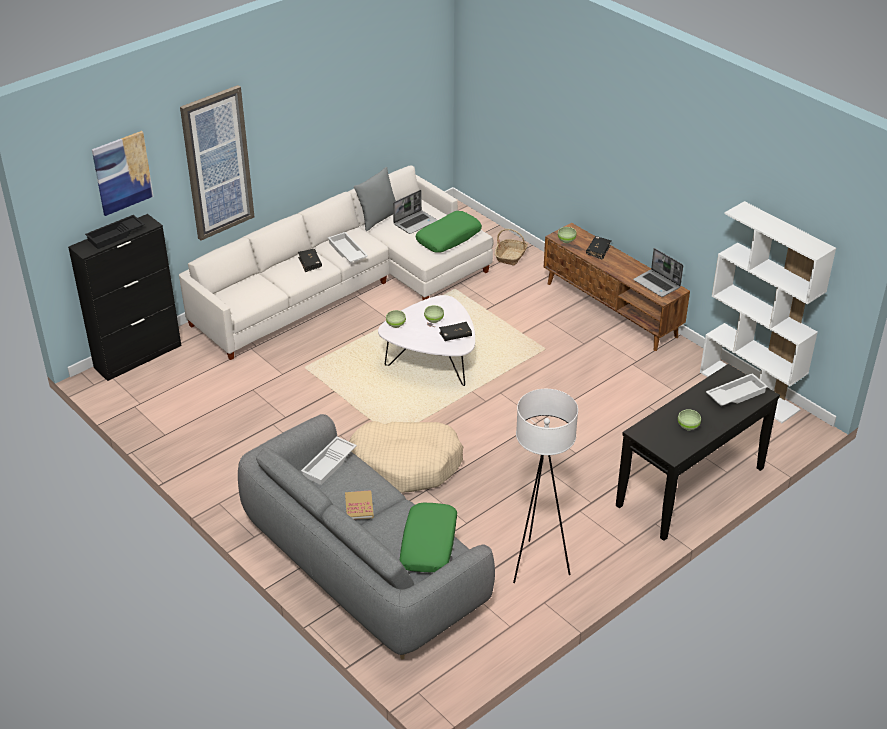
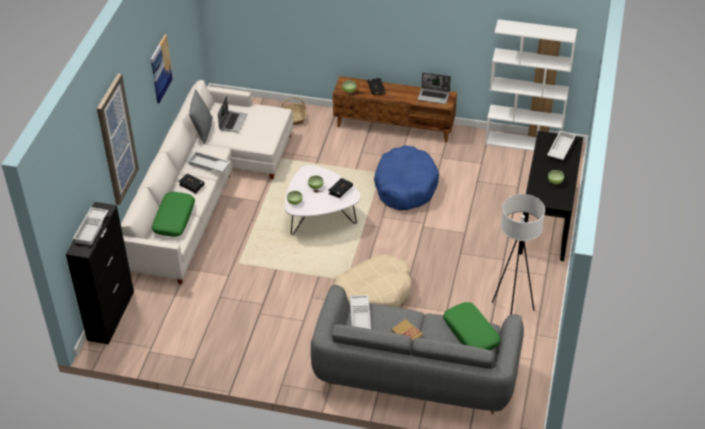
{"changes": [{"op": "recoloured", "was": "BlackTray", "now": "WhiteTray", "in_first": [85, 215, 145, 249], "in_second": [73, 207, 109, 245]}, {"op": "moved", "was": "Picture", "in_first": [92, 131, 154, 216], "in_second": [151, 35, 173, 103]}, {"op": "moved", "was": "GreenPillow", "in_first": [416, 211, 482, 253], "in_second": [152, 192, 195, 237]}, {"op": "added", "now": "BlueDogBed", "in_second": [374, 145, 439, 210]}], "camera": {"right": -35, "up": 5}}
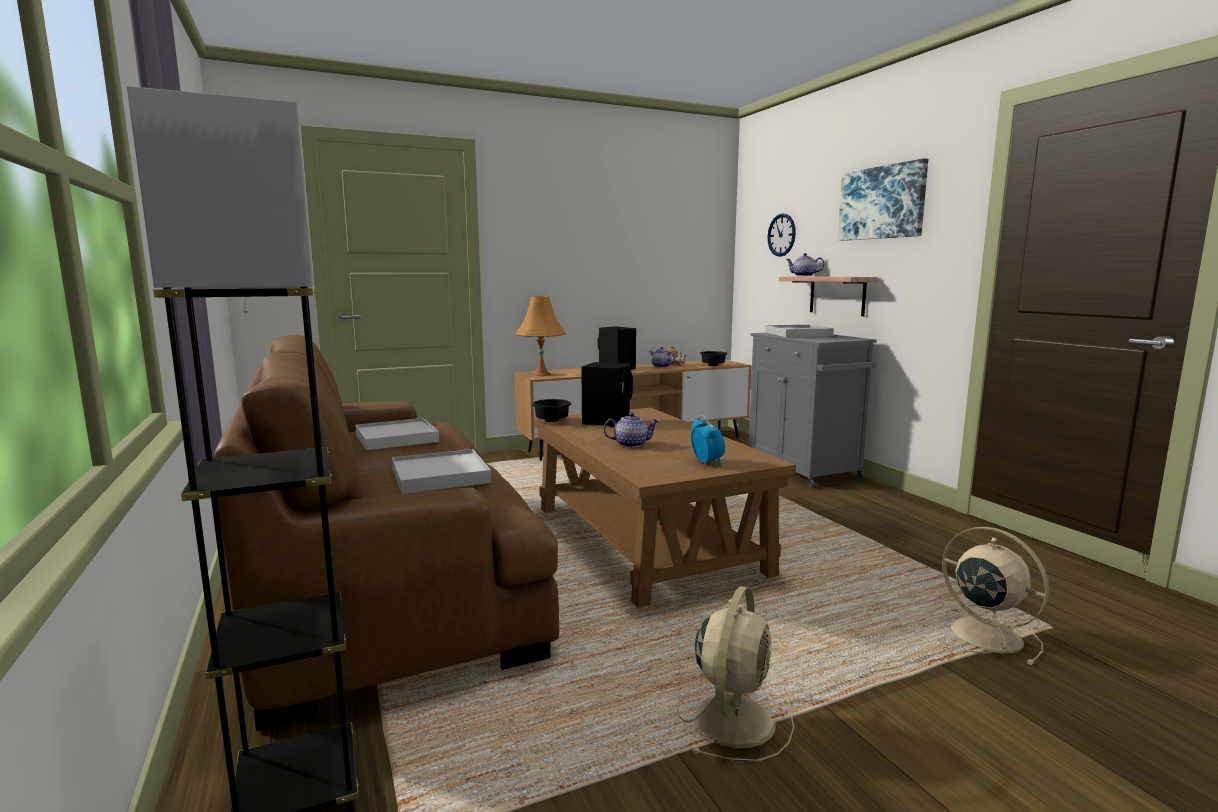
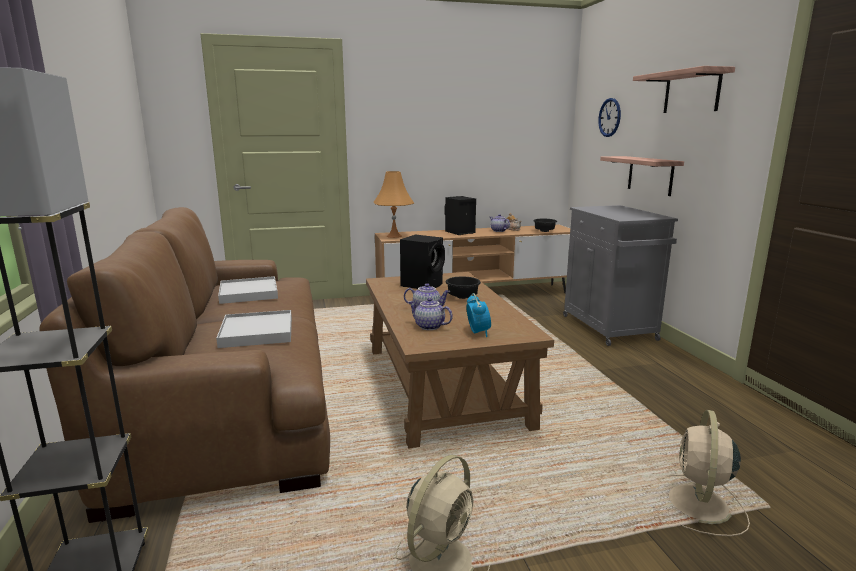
{"changes": [{"op": "moved", "was": "Teapot", "in_first": [786, 253, 824, 276], "in_second": [409, 298, 453, 330]}, {"op": "moved", "was": "BlackBowl", "in_first": [532, 399, 571, 422], "in_second": [446, 277, 481, 299]}, {"op": "replaced", "was": "Picture", "now": "Shelf", "in_first": [838, 158, 928, 241], "in_second": [633, 66, 735, 113]}, {"op": "turned", "was": "BeigeFan", "in_first": [942, 527, 1049, 665], "in_second": [658, 410, 750, 536], "clockwise": -135}, {"op": "removed", "was": "WhiteTray", "in_first": [765, 325, 834, 337]}], "camera": {"right": 10, "up": 5}}
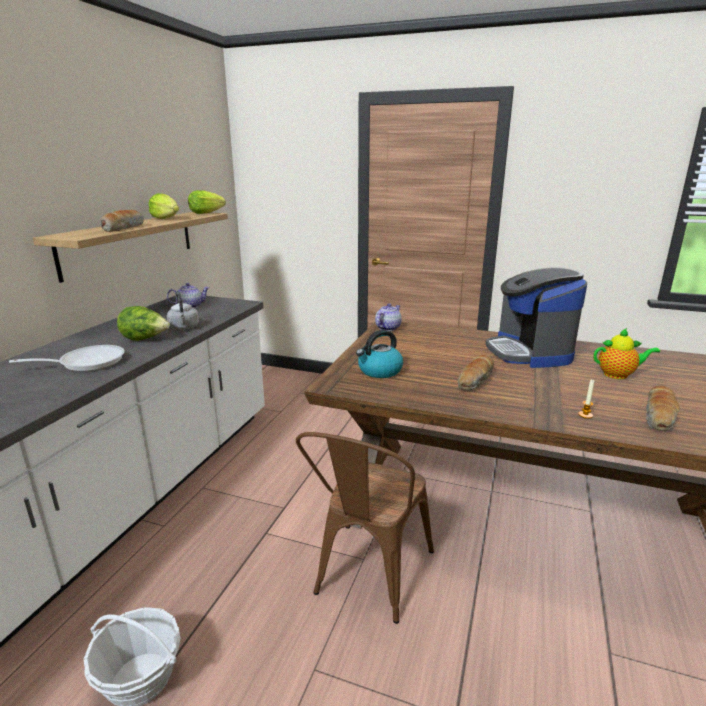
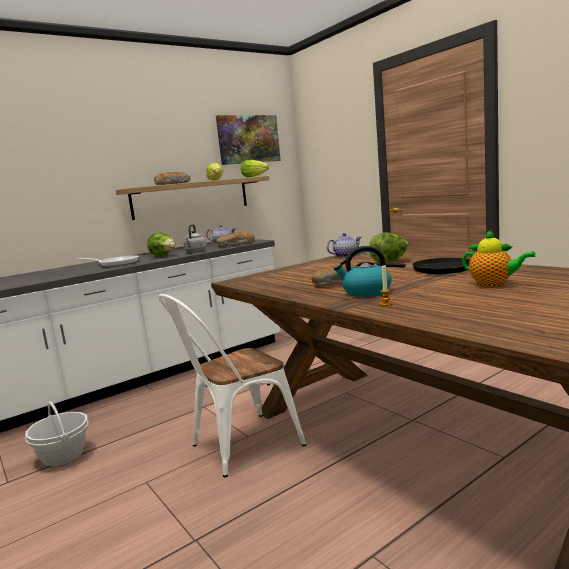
{"changes": [{"op": "recoloured", "was": "BrownChair", "now": "WhiteChair", "in_first": [296, 432, 434, 624], "in_second": [159, 294, 306, 477]}, {"op": "added", "now": "Picture", "in_second": [216, 115, 281, 165]}, {"op": "moved", "was": "Bread", "in_first": [646, 385, 680, 431], "in_second": [216, 232, 255, 247]}, {"op": "moved", "was": "Kettle", "in_first": [356, 330, 403, 378], "in_second": [334, 246, 391, 297]}, {"op": "added", "now": "Lettuce", "in_second": [369, 232, 408, 263]}, {"op": "replaced", "was": "CoffeeMachine", "now": "BlackFryingPan", "in_first": [485, 267, 587, 368], "in_second": [377, 258, 471, 274]}], "camera": {"right": 35, "up": -10}}
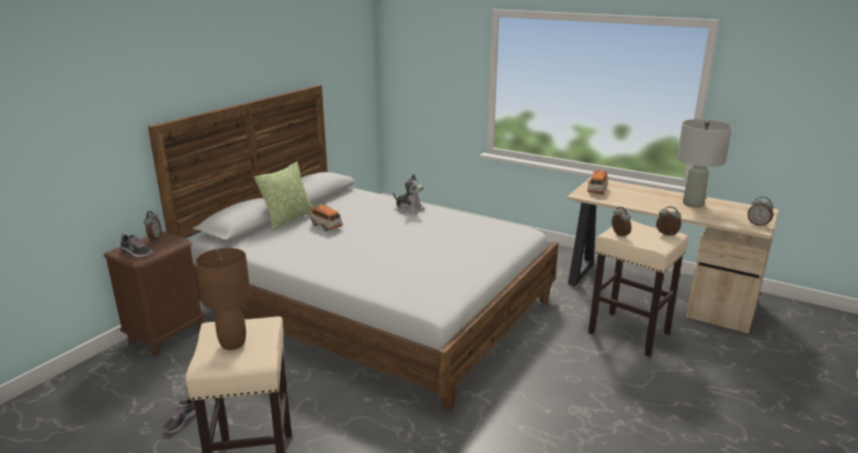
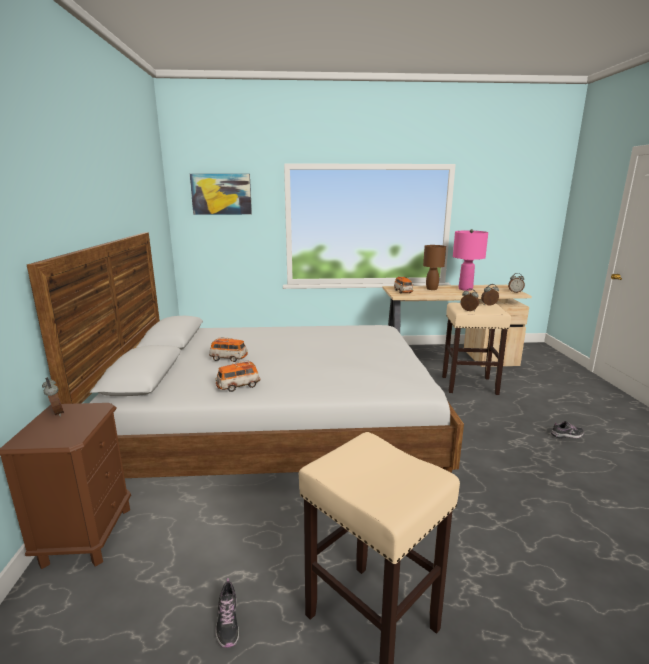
{"changes": [{"op": "added", "now": "Picture", "in_second": [190, 174, 252, 215]}, {"op": "added", "now": "ToyCar", "in_second": [215, 360, 261, 392]}, {"op": "moved", "was": "BrownTableLamp", "in_first": [195, 248, 251, 350], "in_second": [423, 245, 446, 290]}, {"op": "recoloured", "was": "GreyTableLamp", "now": "PinkTableLamp", "in_first": [677, 119, 732, 207], "in_second": [453, 229, 488, 291]}, {"op": "moved", "was": "Shoe", "in_first": [120, 233, 154, 258], "in_second": [551, 421, 584, 438]}, {"op": "removed", "was": "Pillow", "in_first": [254, 162, 313, 231]}, {"op": "removed", "was": "PlushToy", "in_first": [393, 174, 425, 214]}], "camera": {"right": -35, "up": -5}}
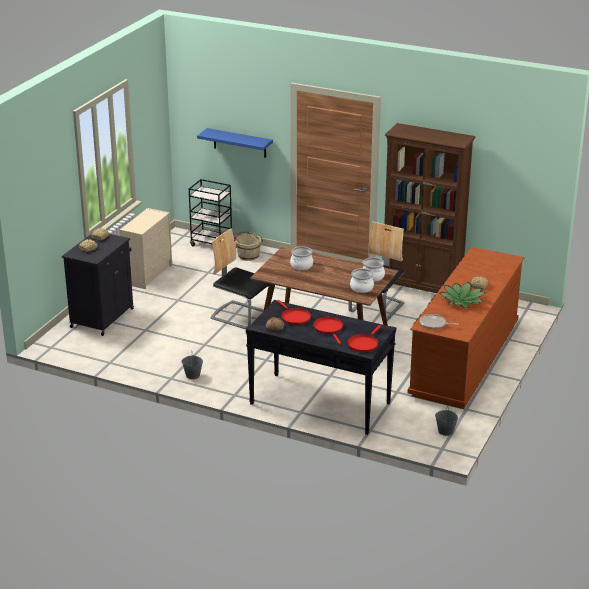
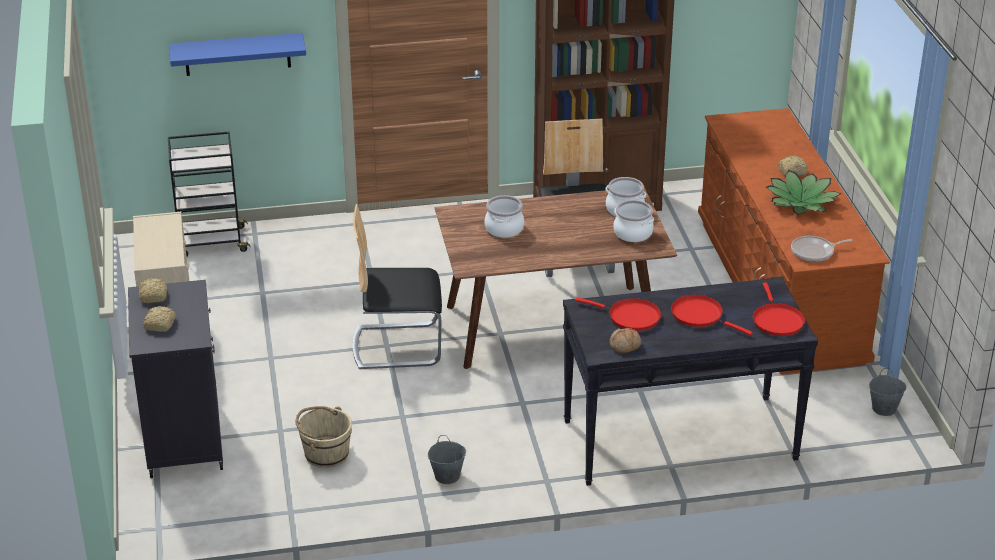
{"changes": [{"op": "moved", "was": "BeigeBucket", "in_first": [235, 231, 263, 261], "in_second": [296, 406, 352, 468]}], "camera": {"right": -35, "up": 5}}
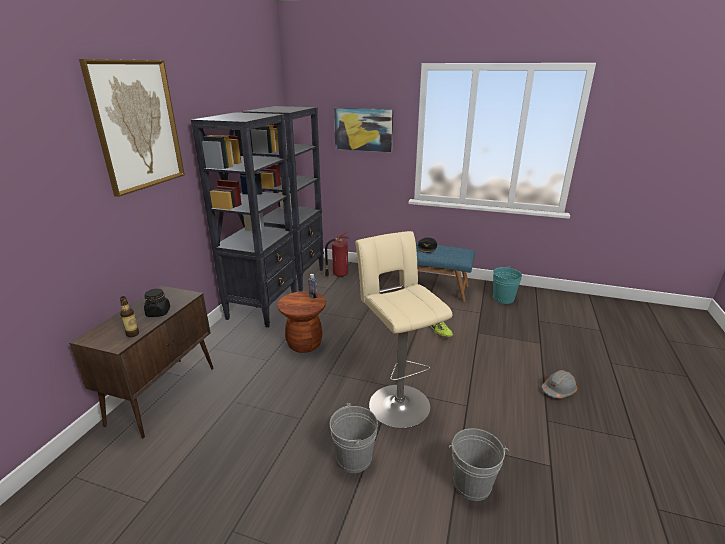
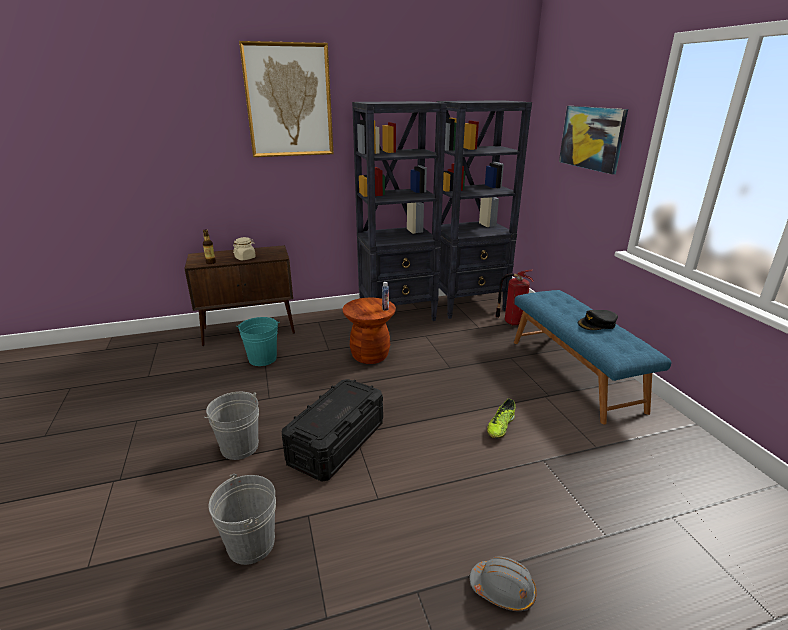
{"changes": [{"op": "recoloured", "was": "BlackJar", "now": "BeigeJar", "in_first": [144, 289, 170, 317], "in_second": [233, 237, 256, 260]}, {"op": "moved", "was": "TurquoiseBucket", "in_first": [493, 266, 522, 304], "in_second": [236, 317, 280, 366]}, {"op": "replaced", "was": "BeigeStool", "now": "BlackStorageBox", "in_first": [355, 231, 452, 428], "in_second": [282, 379, 383, 482]}], "camera": {"right": 55, "up": 0}}
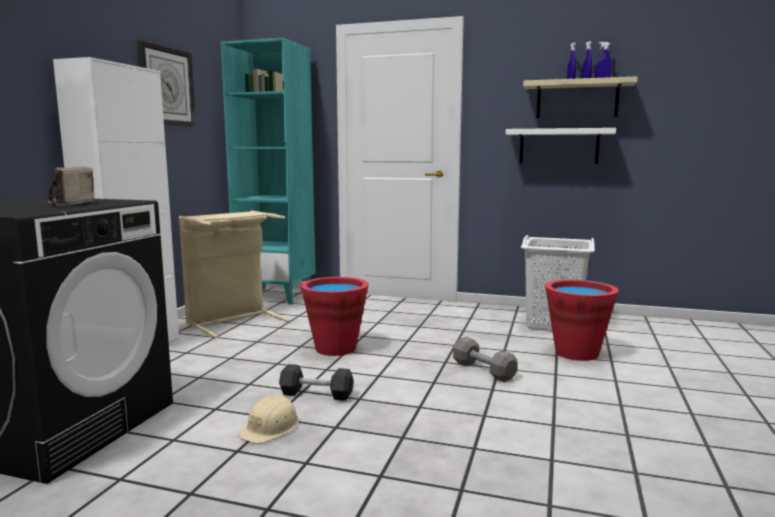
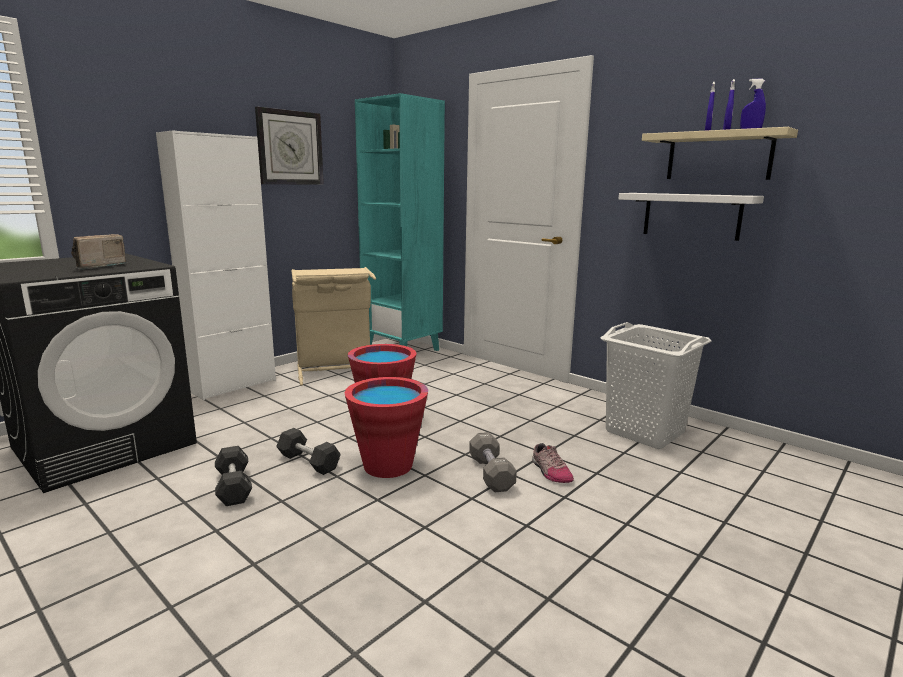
{"changes": [{"op": "replaced", "was": "BeigeHardHat", "now": "BlackDumbbell", "in_first": [238, 395, 299, 444], "in_second": [215, 446, 252, 506]}, {"op": "moved", "was": "RedBucket", "in_first": [545, 280, 619, 361], "in_second": [344, 377, 428, 478]}, {"op": "added", "now": "Shoe", "in_second": [532, 443, 574, 483]}], "camera": {"right": 25, "up": 5}}
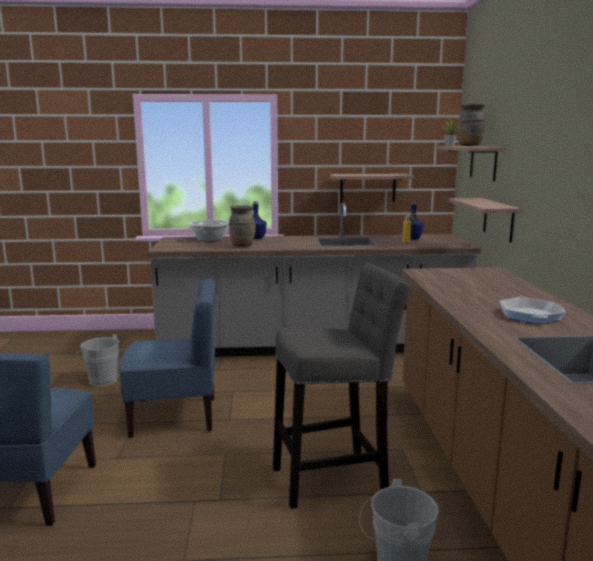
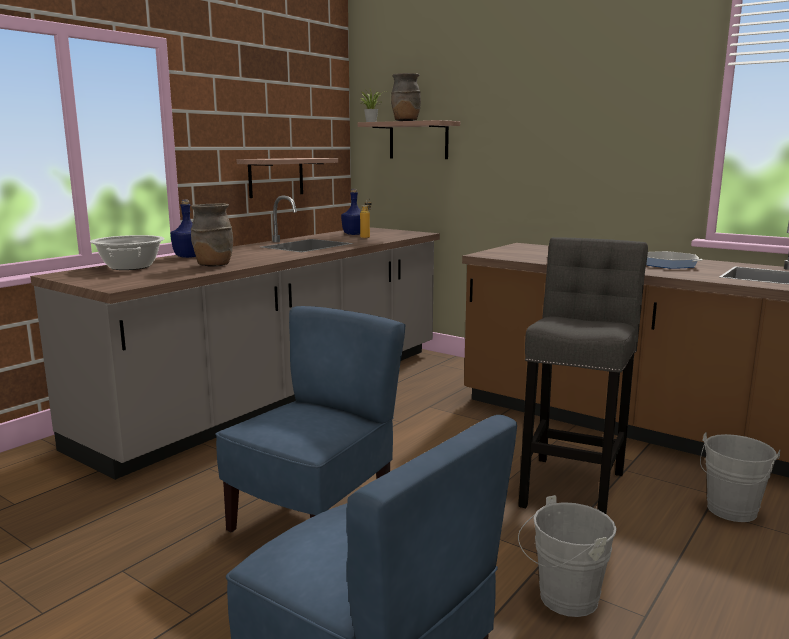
{"changes": [{"op": "moved", "was": "GreyBucket", "in_first": [76, 334, 119, 386], "in_second": [518, 495, 617, 617]}, {"op": "removed", "was": "Shelf", "in_first": [449, 198, 521, 243]}], "camera": {"right": -50, "up": 0}}
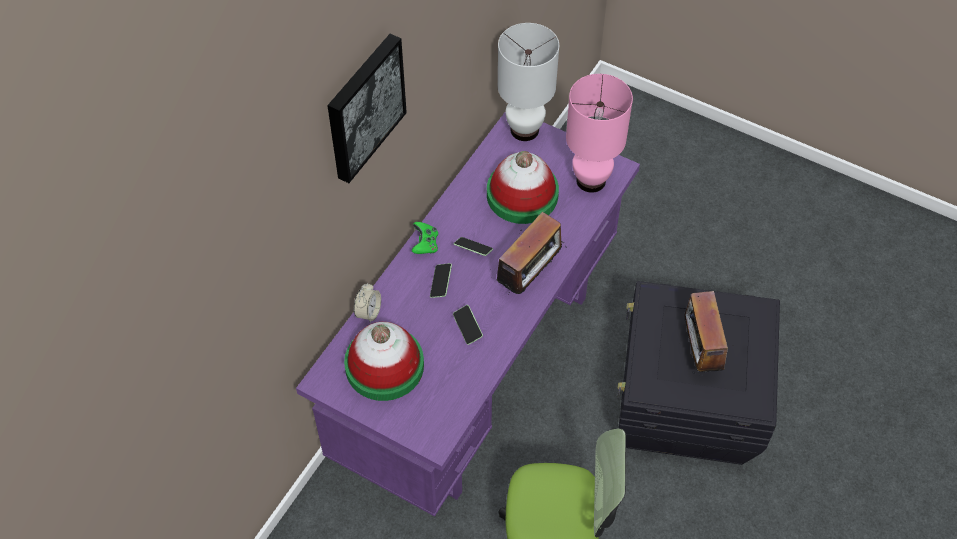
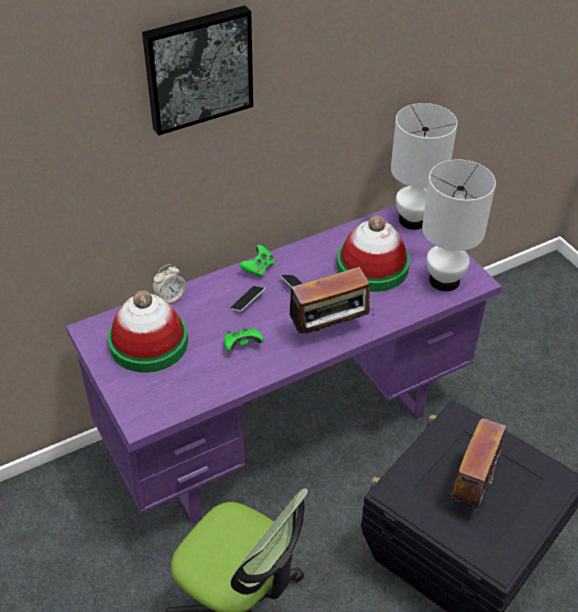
{"changes": [{"op": "replaced", "was": "Phone", "now": "GreenGameController", "in_first": [453, 305, 483, 345], "in_second": [224, 328, 264, 351]}, {"op": "recoloured", "was": "PinkTableLamp", "now": "WhiteTableLamp", "in_first": [566, 74, 633, 193], "in_second": [422, 159, 496, 291]}], "camera": {"right": 30, "up": -10}}
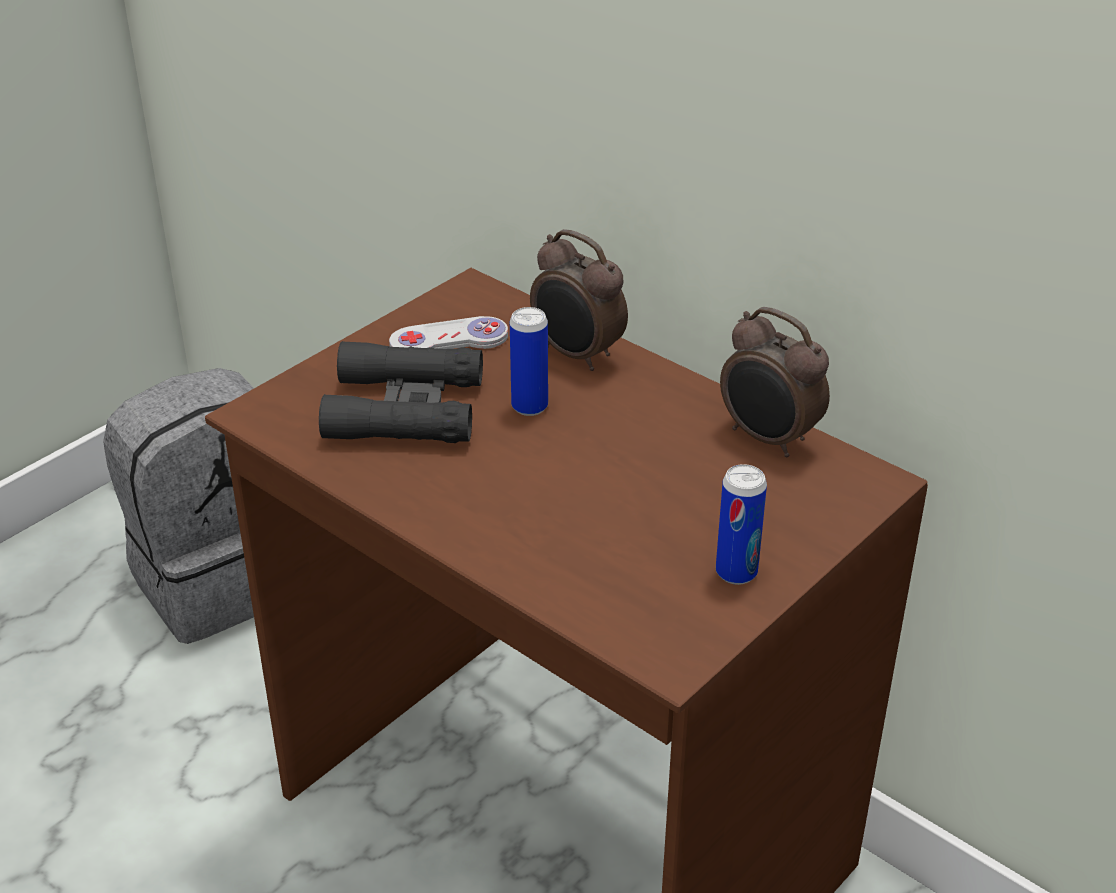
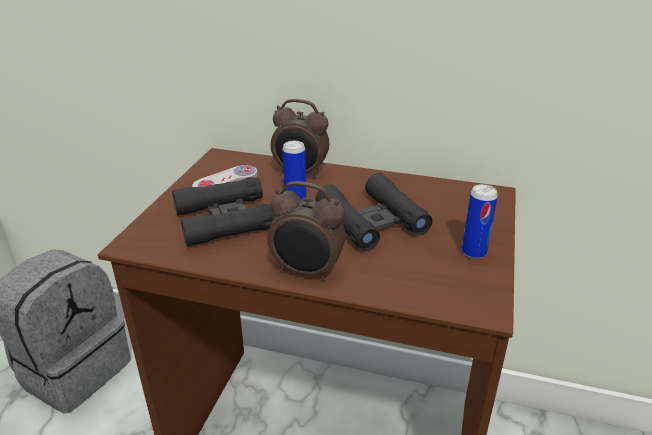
{"changes": [{"op": "moved", "was": "AlarmClock", "in_first": [720, 307, 830, 457], "in_second": [267, 181, 345, 282]}, {"op": "added", "now": "BlackBinoculars", "in_second": [315, 173, 433, 250]}], "camera": {"right": -25, "up": -5}}
